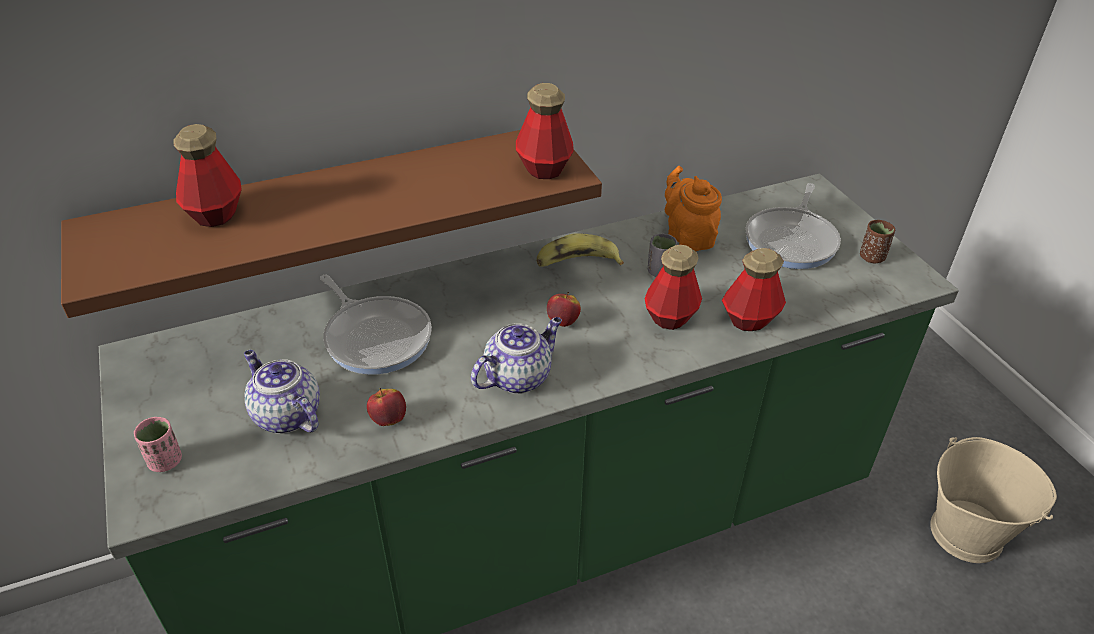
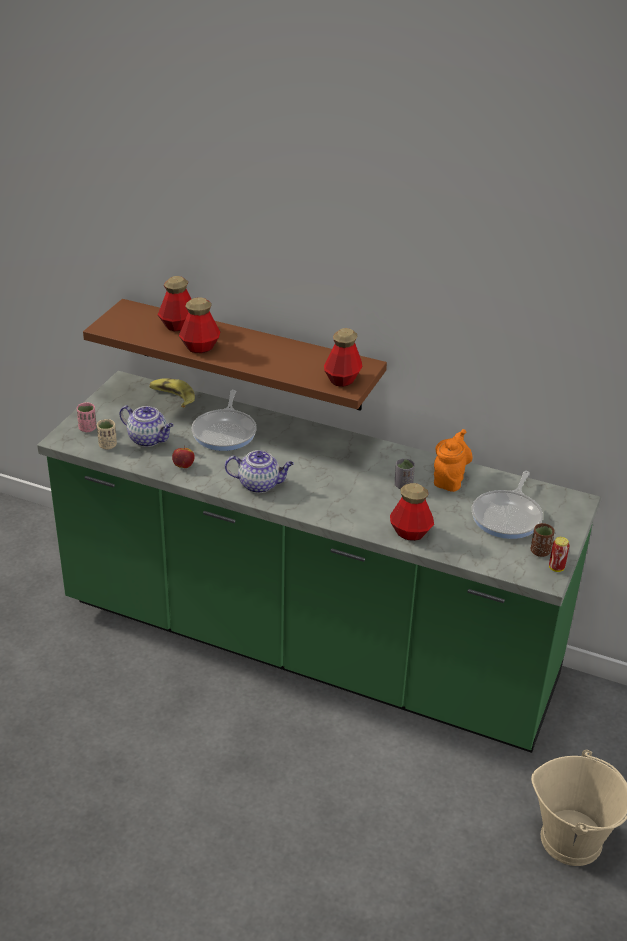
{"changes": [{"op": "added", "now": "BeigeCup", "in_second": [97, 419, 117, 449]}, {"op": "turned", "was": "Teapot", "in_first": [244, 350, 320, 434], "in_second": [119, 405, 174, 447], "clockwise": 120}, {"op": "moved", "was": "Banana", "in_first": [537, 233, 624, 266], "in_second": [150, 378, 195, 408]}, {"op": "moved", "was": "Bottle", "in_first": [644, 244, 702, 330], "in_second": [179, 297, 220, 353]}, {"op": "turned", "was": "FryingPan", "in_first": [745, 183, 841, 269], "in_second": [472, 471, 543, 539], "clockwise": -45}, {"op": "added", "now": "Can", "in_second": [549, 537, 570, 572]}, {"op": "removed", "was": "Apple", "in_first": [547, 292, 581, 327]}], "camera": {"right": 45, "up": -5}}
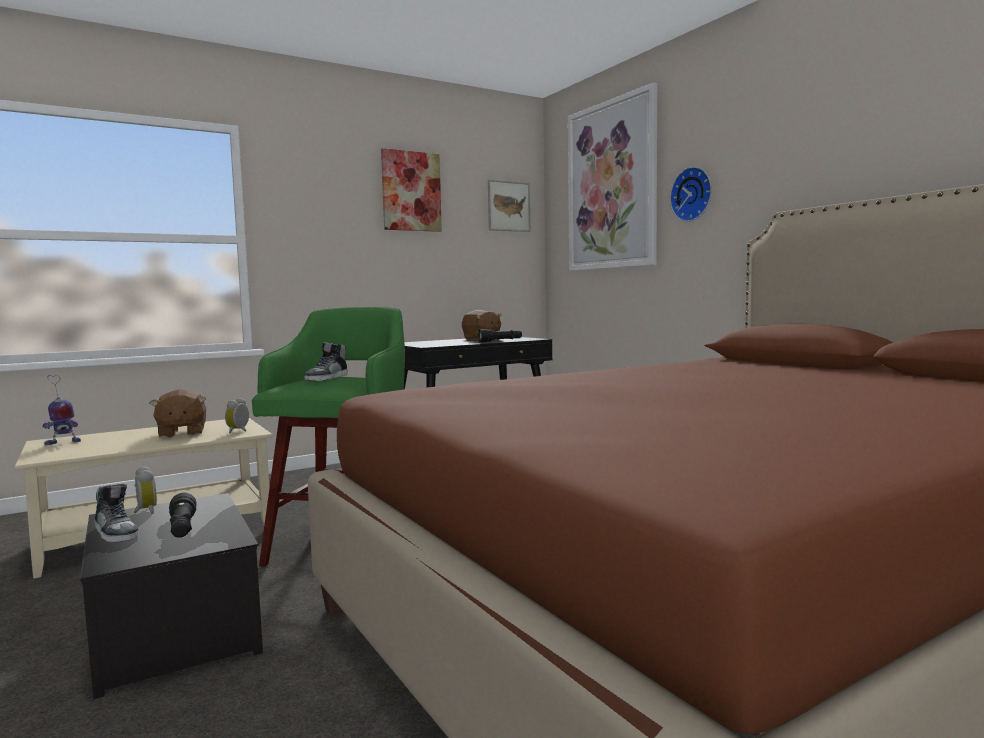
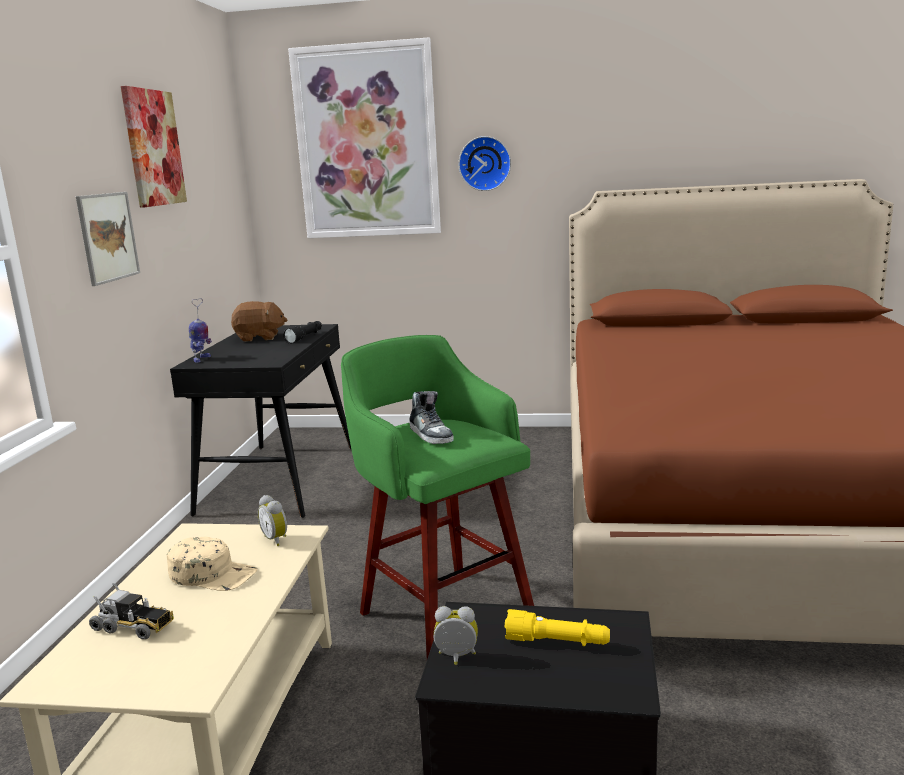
{"changes": [{"op": "moved", "was": "Picture", "in_first": [488, 180, 530, 232], "in_second": [76, 192, 140, 286]}, {"op": "added", "now": "ToyTruck", "in_second": [89, 583, 174, 640]}, {"op": "replaced", "was": "BrownPlushToy", "now": "BeigeCap", "in_first": [150, 389, 206, 438], "in_second": [166, 536, 258, 591]}, {"op": "moved", "was": "ToyRobot", "in_first": [42, 375, 81, 445], "in_second": [189, 298, 212, 363]}, {"op": "recoloured", "was": "BlackFlashlight", "now": "YellowFlashlight", "in_first": [169, 493, 197, 538], "in_second": [505, 609, 610, 646]}, {"op": "removed", "was": "Shoe", "in_first": [95, 484, 140, 543]}], "camera": {"right": -50, "up": 10}}
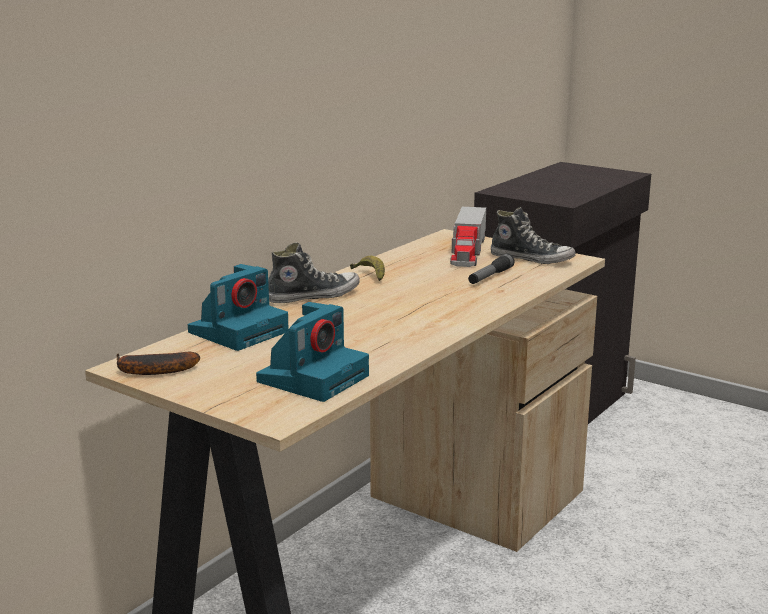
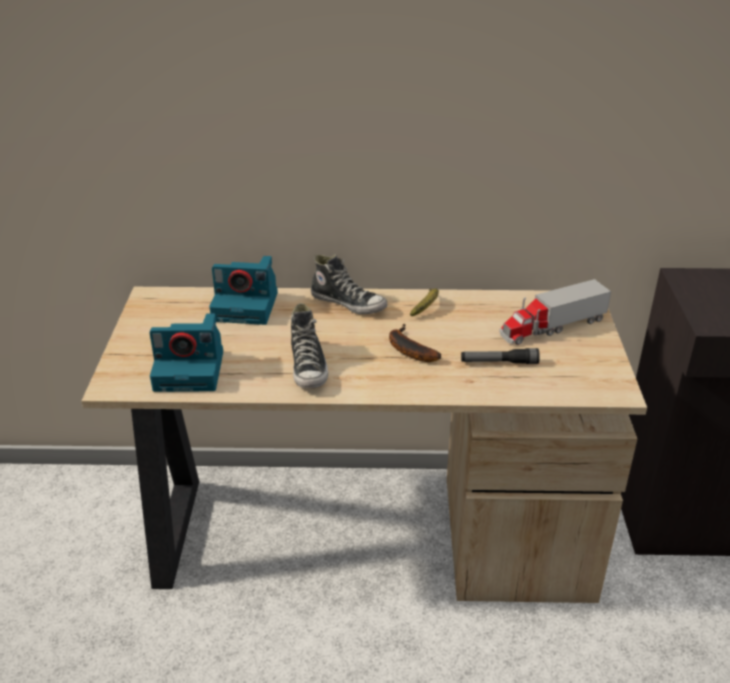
{"changes": [{"op": "moved", "was": "Shoe", "in_first": [491, 207, 576, 264], "in_second": [291, 303, 328, 389]}, {"op": "moved", "was": "Banana", "in_first": [117, 352, 200, 375], "in_second": [389, 324, 441, 362]}], "camera": {"right": 55, "up": 15}}
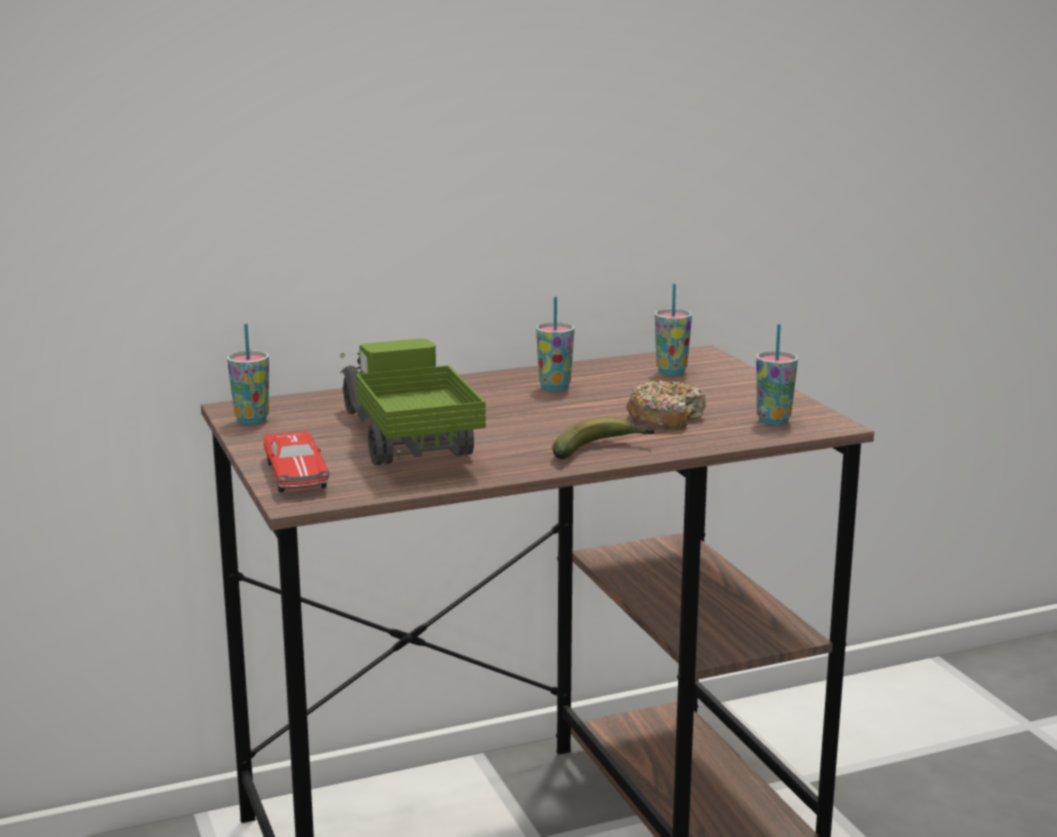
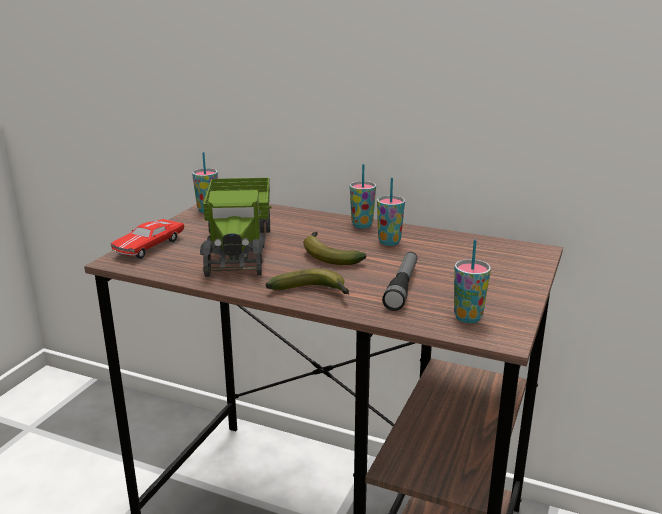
{"changes": [{"op": "turned", "was": "ToyTruck", "in_first": [340, 339, 486, 465], "in_second": [200, 178, 272, 277], "clockwise": 150}, {"op": "added", "now": "Banana", "in_second": [303, 232, 366, 265]}, {"op": "moved", "was": "Cup", "in_first": [655, 284, 692, 375], "in_second": [350, 164, 376, 229]}, {"op": "replaced", "was": "Donut", "now": "Flashlight", "in_first": [626, 380, 707, 430], "in_second": [382, 252, 417, 311]}], "camera": {"right": 45, "up": 5}}
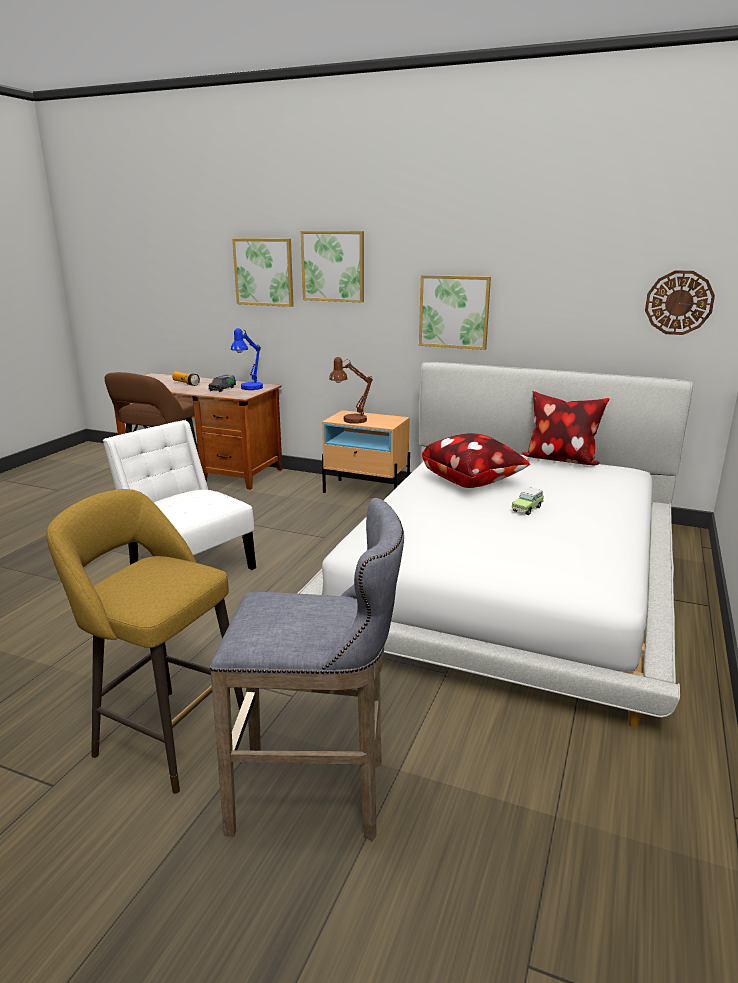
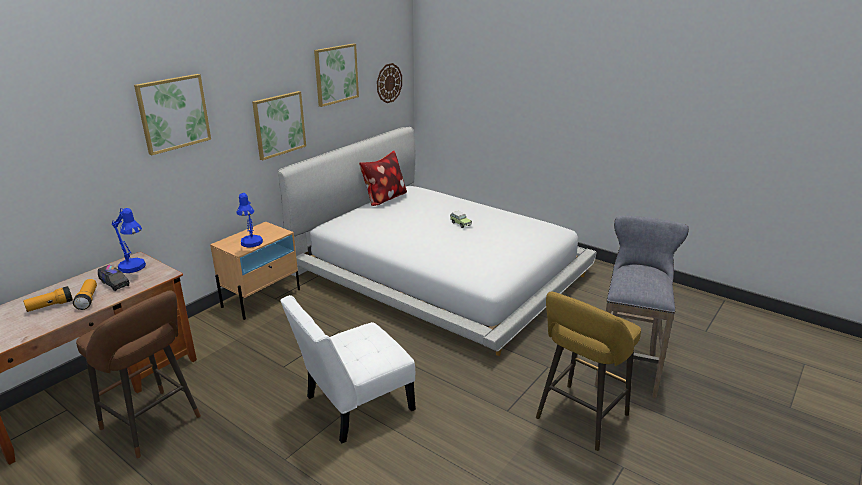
{"changes": [{"op": "added", "now": "Flashlight", "in_second": [73, 279, 97, 310]}, {"op": "recoloured", "was": "BrownTableLamp", "now": "BlueTableLamp", "in_first": [329, 357, 373, 424], "in_second": [236, 193, 263, 247]}, {"op": "moved", "was": "Picture", "in_first": [232, 238, 294, 307], "in_second": [314, 44, 359, 107]}, {"op": "removed", "was": "Pillow", "in_first": [422, 433, 530, 488]}], "camera": {"right": -75, "up": 5}}
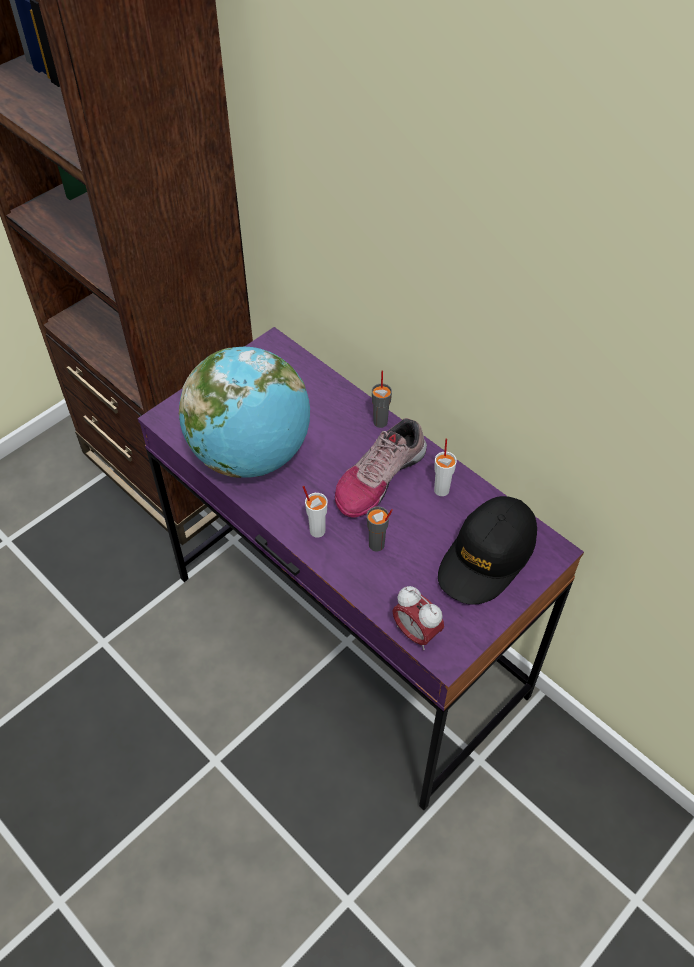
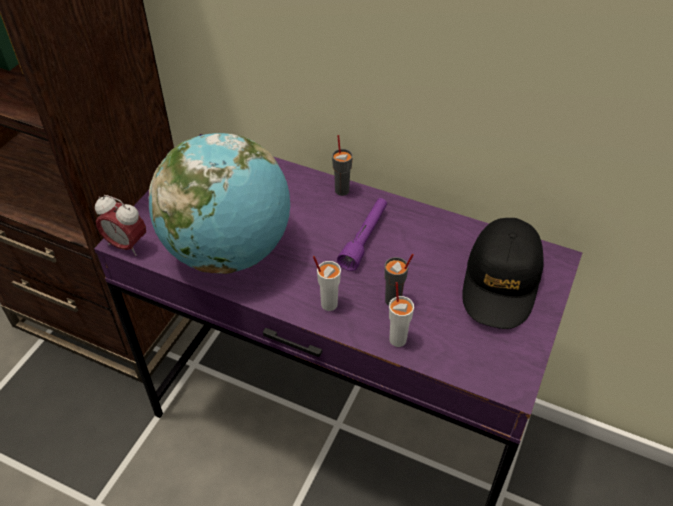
{"changes": [{"op": "moved", "was": "AlarmClock", "in_first": [393, 586, 444, 650], "in_second": [95, 195, 146, 256]}, {"op": "replaced", "was": "Shoe", "now": "PurpleFlashlight", "in_first": [335, 418, 427, 517], "in_second": [337, 198, 387, 271]}, {"op": "moved", "was": "WhiteCup", "in_first": [434, 439, 457, 496], "in_second": [389, 282, 414, 347]}], "camera": {"right": -20, "up": -5}}
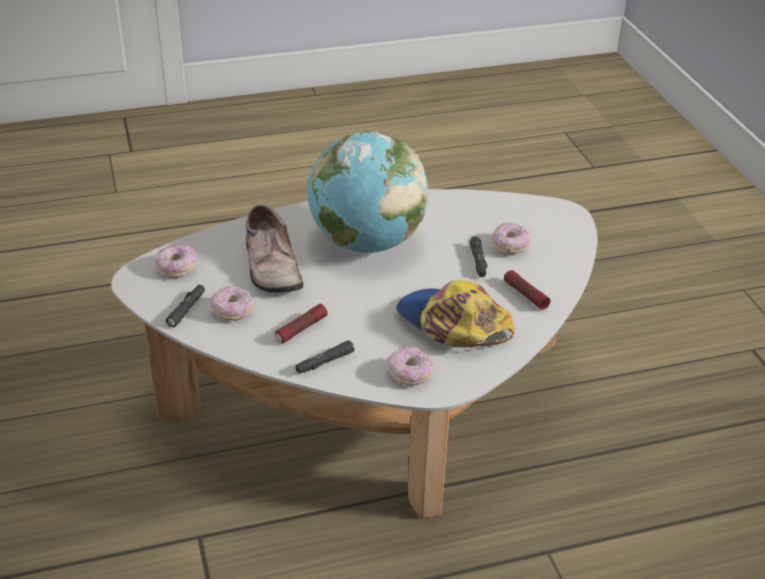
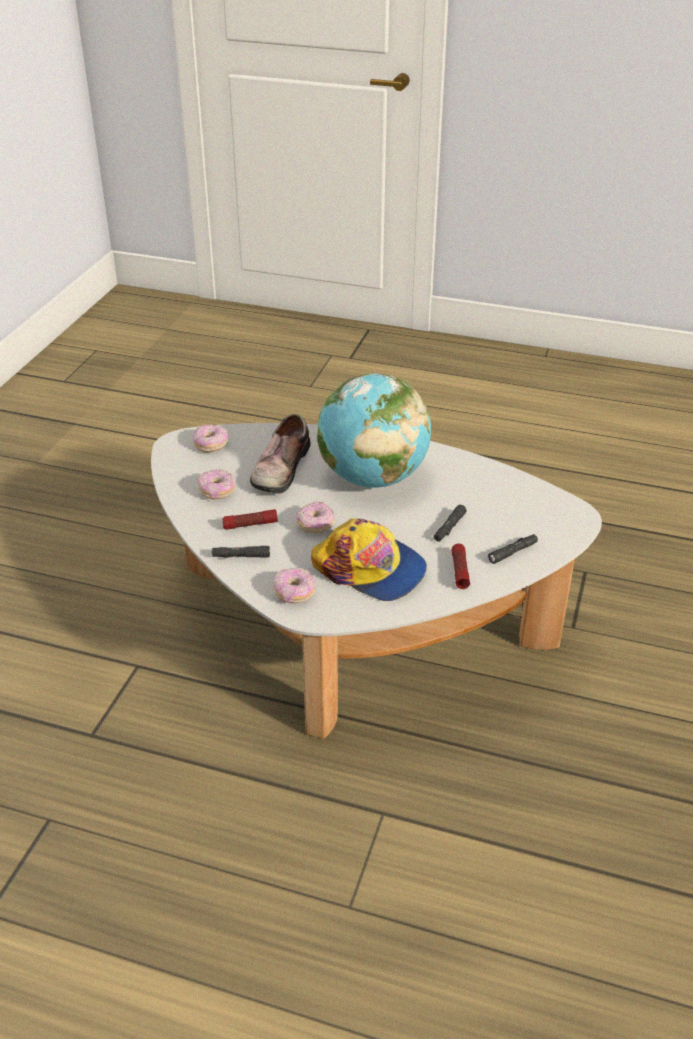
{"changes": [{"op": "moved", "was": "Donut", "in_first": [492, 223, 531, 254], "in_second": [296, 501, 335, 533]}, {"op": "turned", "was": "Cap", "in_first": [396, 280, 514, 347], "in_second": [311, 518, 427, 601], "clockwise": 135}, {"op": "moved", "was": "BlackFlashlight", "in_first": [166, 285, 205, 327], "in_second": [488, 534, 538, 564]}], "camera": {"right": 35, "up": 0}}
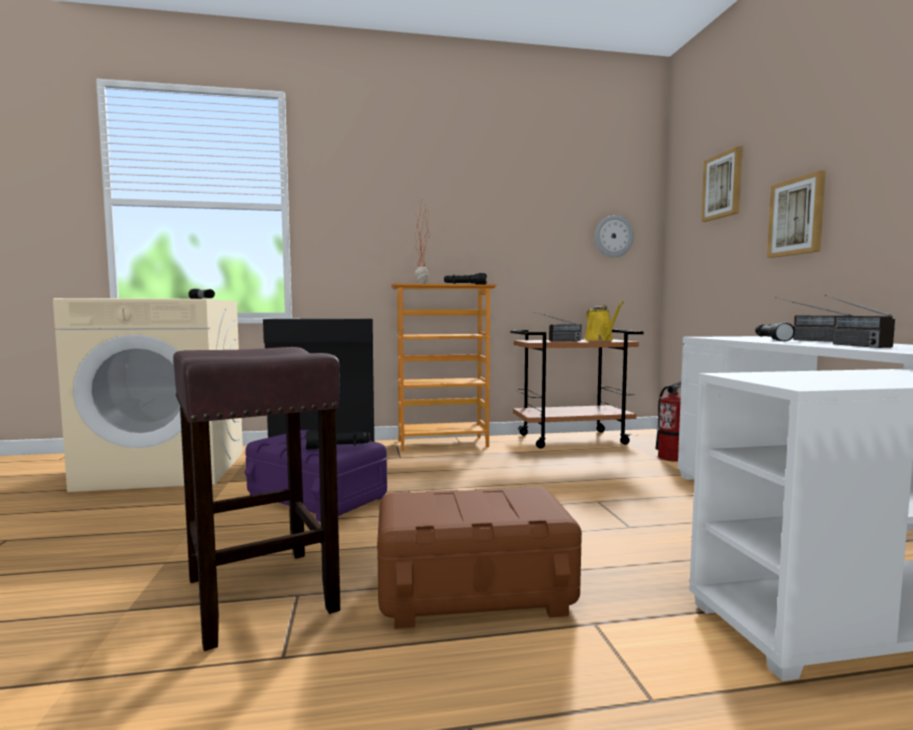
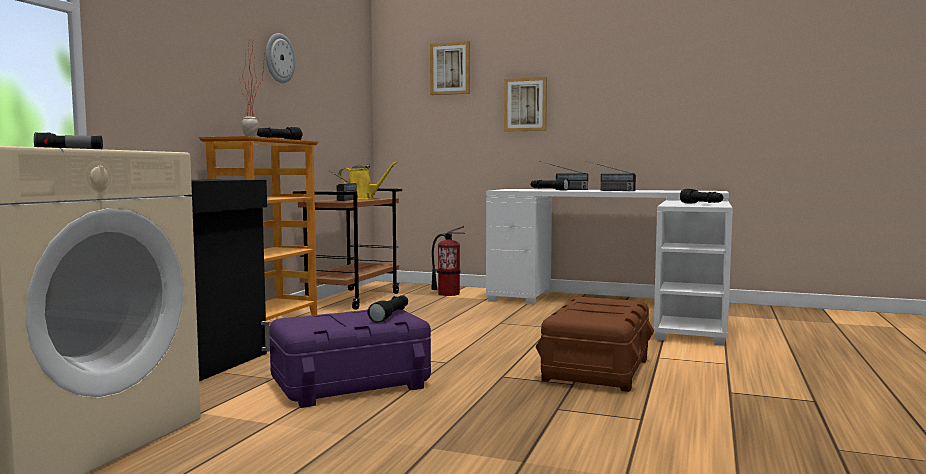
{"changes": [{"op": "moved", "was": "WallClock", "in_first": [595, 215, 634, 258], "in_second": [266, 33, 295, 83]}, {"op": "added", "now": "BlackFlashlight", "in_second": [680, 189, 724, 204]}, {"op": "removed", "was": "BrownStool", "in_first": [173, 347, 340, 651]}], "camera": {"right": -60, "up": 0}}
